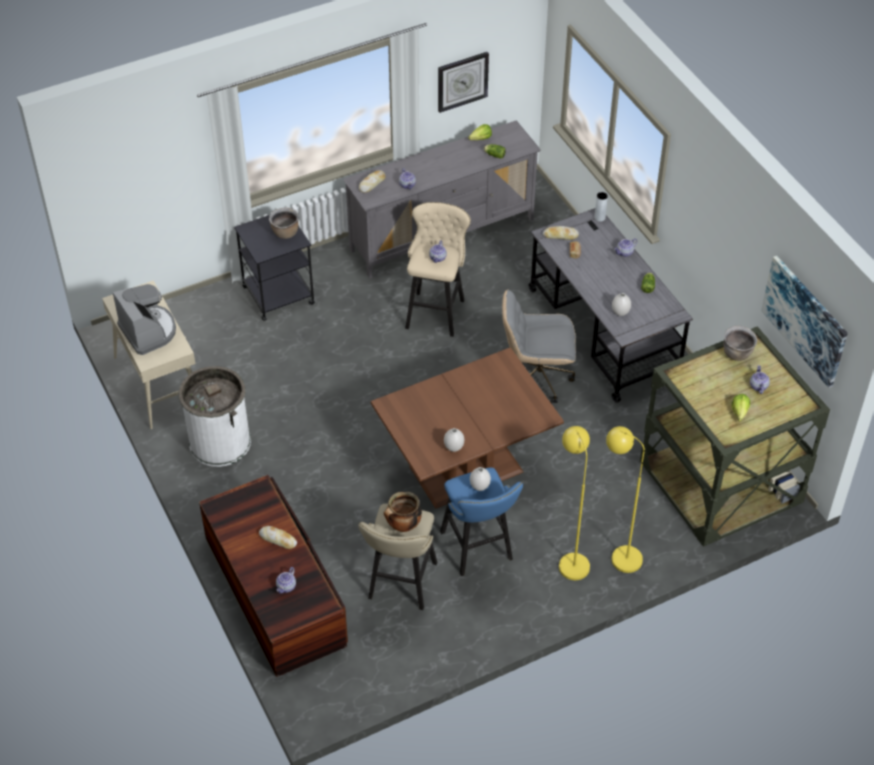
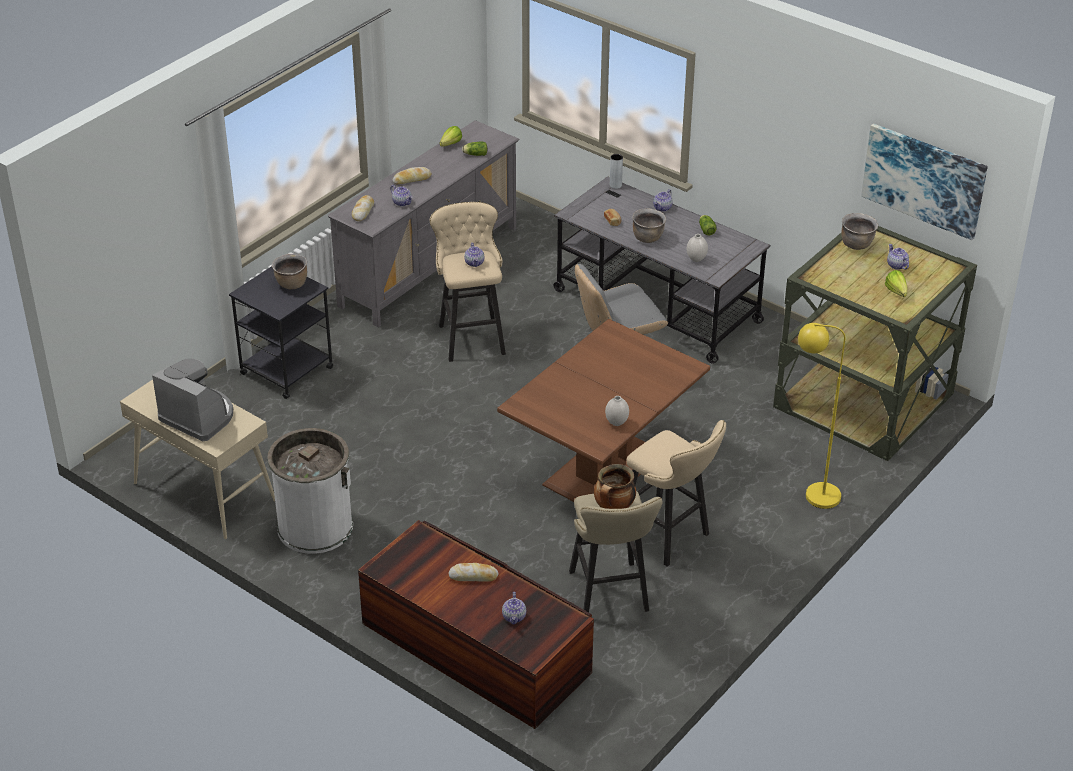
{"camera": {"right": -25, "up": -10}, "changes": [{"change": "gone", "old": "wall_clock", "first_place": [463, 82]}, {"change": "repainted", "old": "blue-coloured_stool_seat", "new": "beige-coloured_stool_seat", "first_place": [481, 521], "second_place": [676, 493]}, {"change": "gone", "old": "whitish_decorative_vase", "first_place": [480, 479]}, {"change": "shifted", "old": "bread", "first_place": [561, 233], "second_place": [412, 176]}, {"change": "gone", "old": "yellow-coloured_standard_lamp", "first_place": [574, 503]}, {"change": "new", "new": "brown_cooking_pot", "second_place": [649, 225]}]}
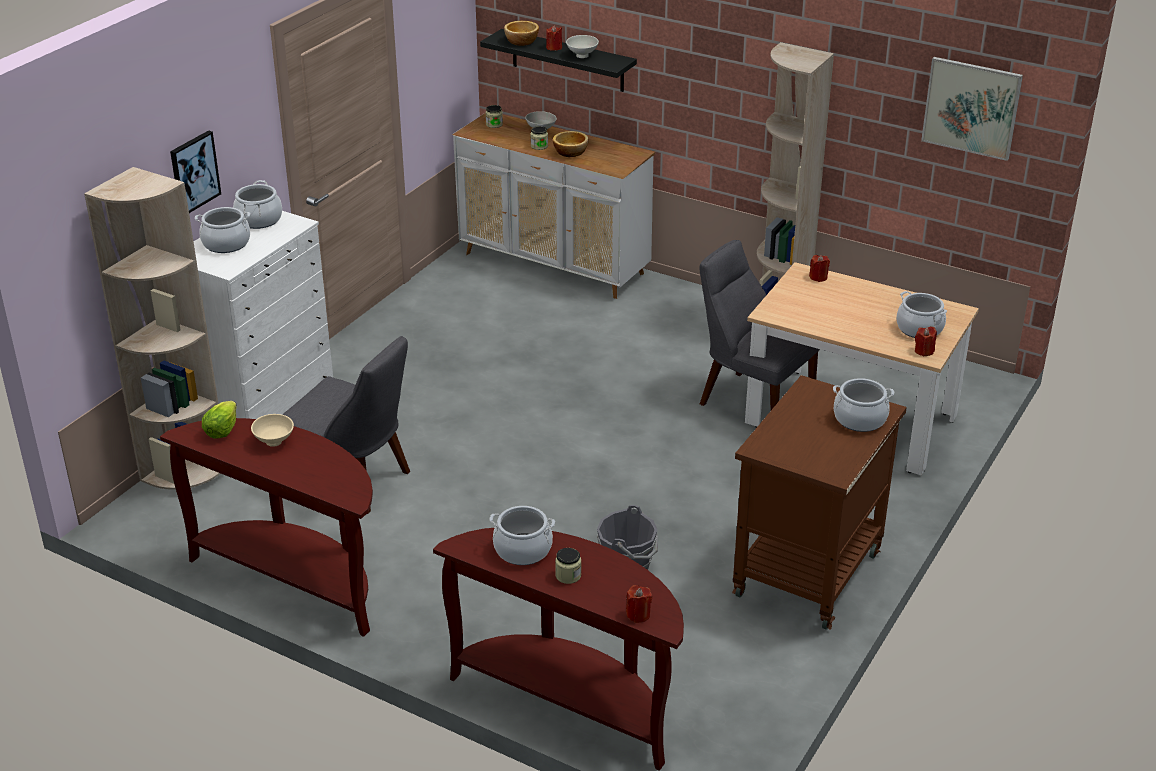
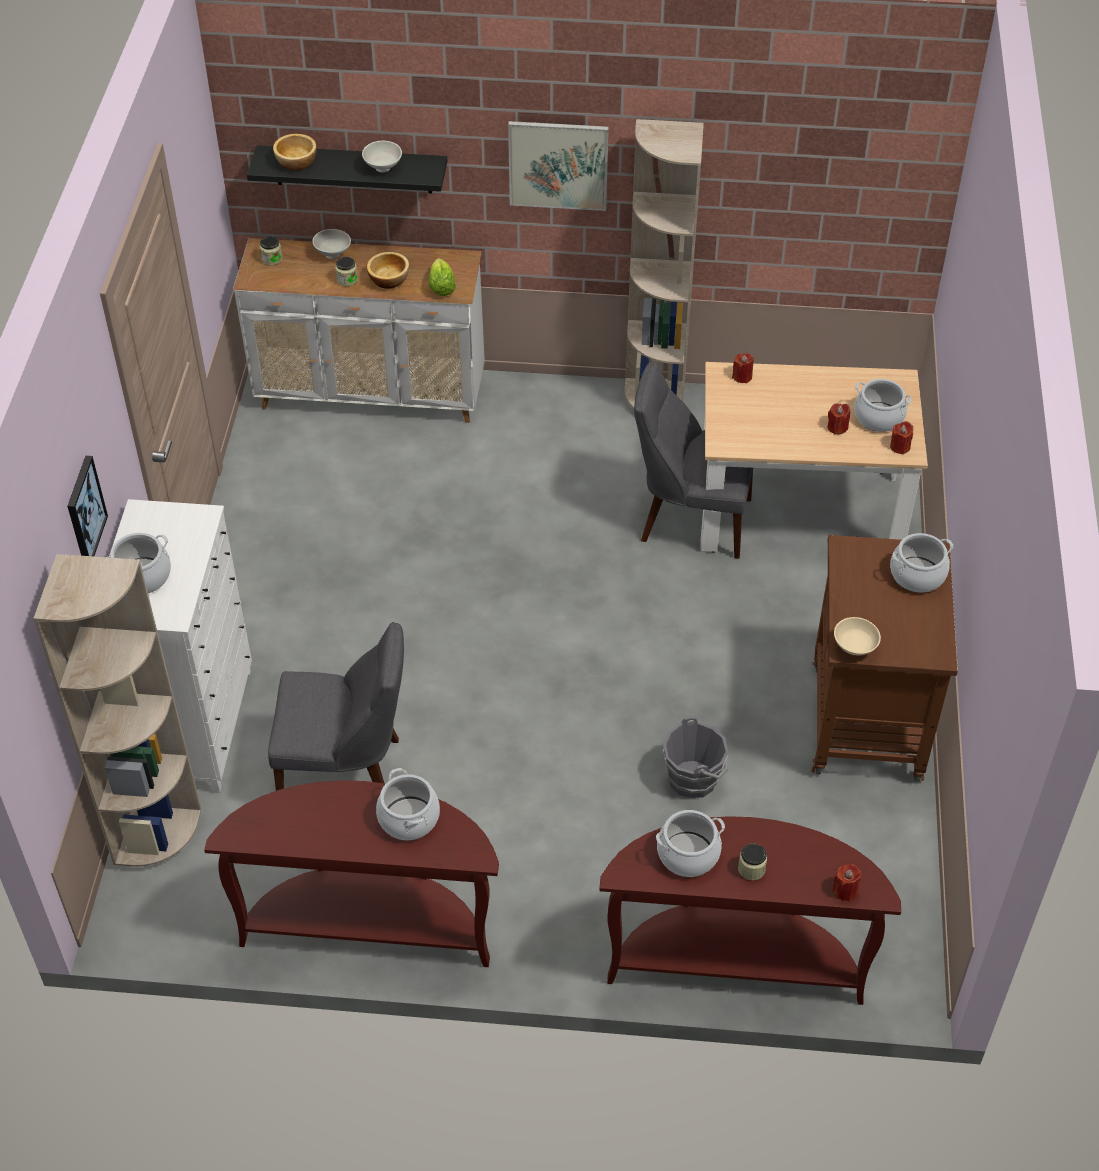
{"camera": {"right": -25, "up": 15}, "changes": [{"change": "shifted", "old": "lettuce", "first_place": [219, 420], "second_place": [442, 277]}, {"change": "shifted", "old": "cooking_pot", "first_place": [257, 204], "second_place": [408, 804]}, {"change": "shifted", "old": "beige-coloured_bowl", "first_place": [272, 430], "second_place": [857, 636]}, {"change": "shifted", "old": "red_candle", "first_place": [554, 38], "second_place": [838, 419]}, {"change": "shifted", "old": "wall_picture", "first_place": [972, 109], "second_place": [558, 166]}]}
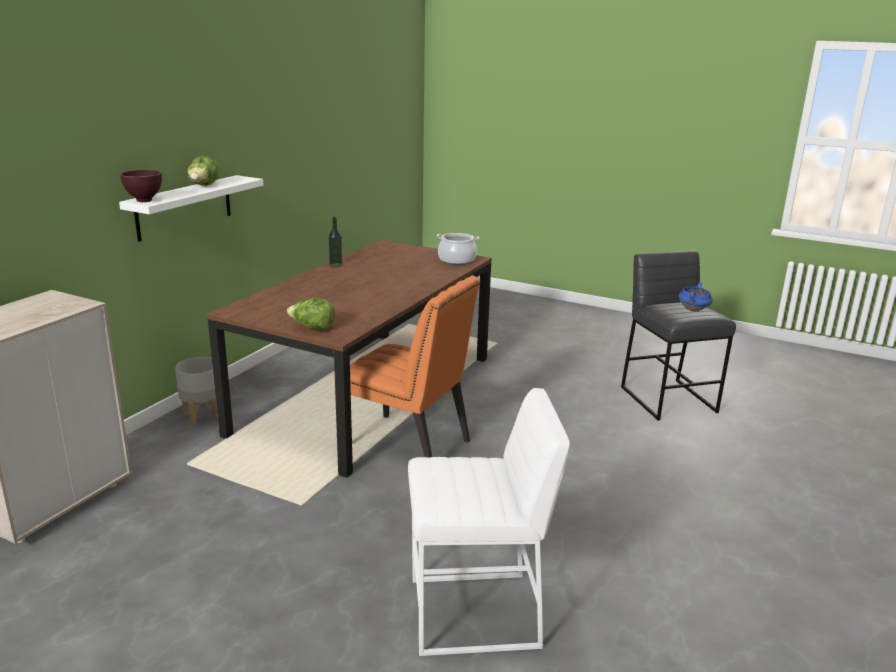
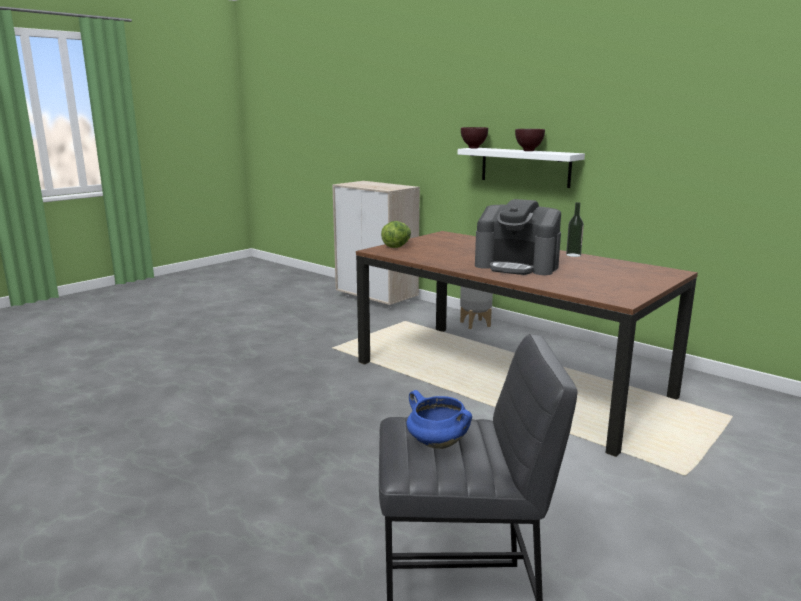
{"camera": {"right": 105, "up": -5}, "changes": [{"change": "swapped", "old": "lettuce", "new": "brown_bowl", "first_place": [203, 170], "second_place": [530, 140]}, {"change": "gone", "old": "orangey_plain_chair", "first_place": [415, 366]}, {"change": "gone", "old": "whitish_stool_seat", "first_place": [489, 522]}, {"change": "gone", "old": "cooking_pot", "first_place": [457, 249]}, {"change": "new", "new": "coffee_maker", "second_place": [518, 237]}]}
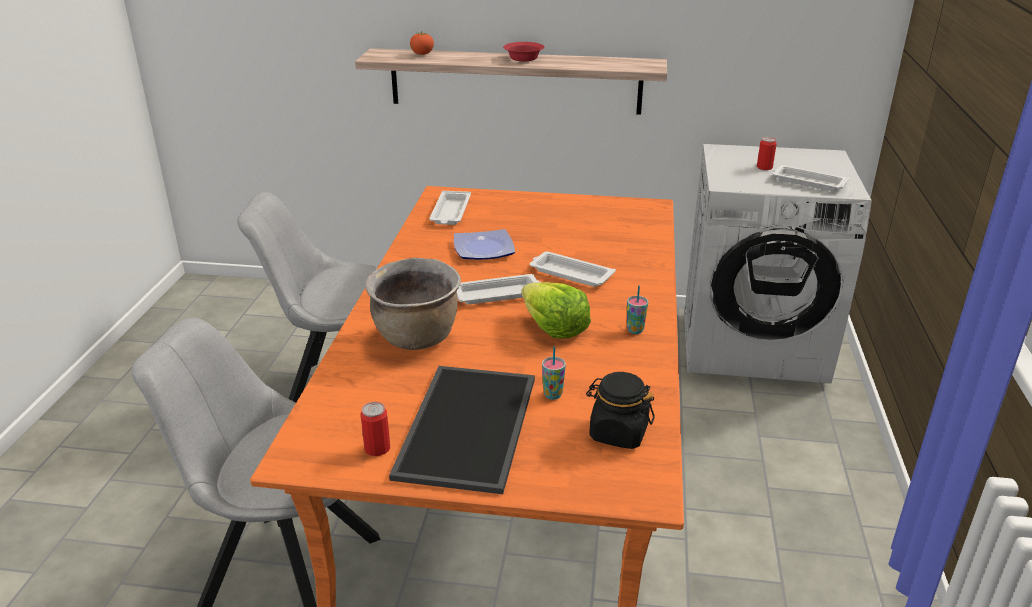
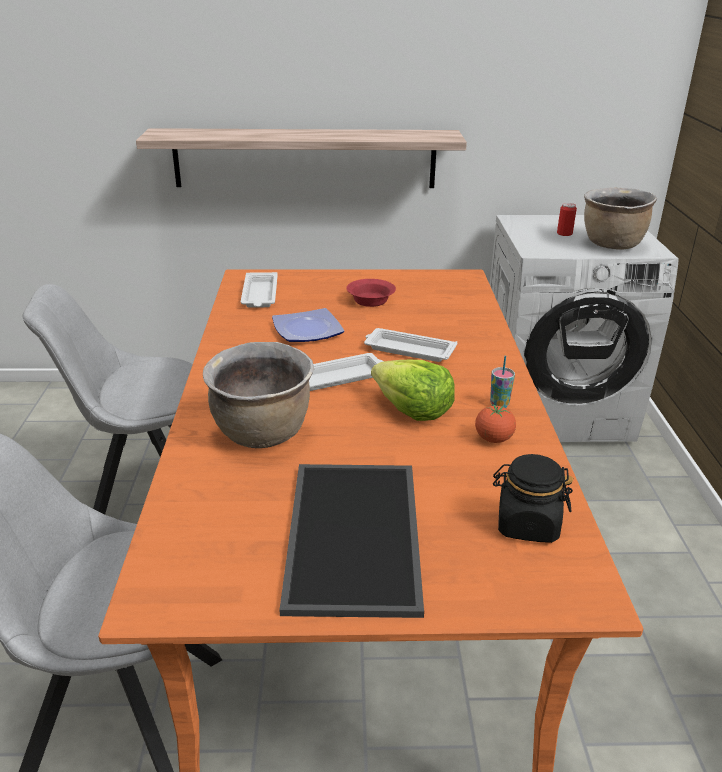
{"camera": {"right": -10, "up": 0}, "changes": [{"change": "gone", "old": "sealed_can", "first_place": [375, 429]}, {"change": "shifted", "old": "fresh_tomato", "first_place": [422, 43], "second_place": [495, 423]}, {"change": "shifted", "old": "red_bowl", "first_place": [523, 51], "second_place": [371, 293]}, {"change": "gone", "old": "drinking_cup", "first_place": [554, 373]}, {"change": "swapped", "old": "whitish_tray", "new": "brown_cooking_pot", "first_place": [811, 178], "second_place": [620, 218]}]}
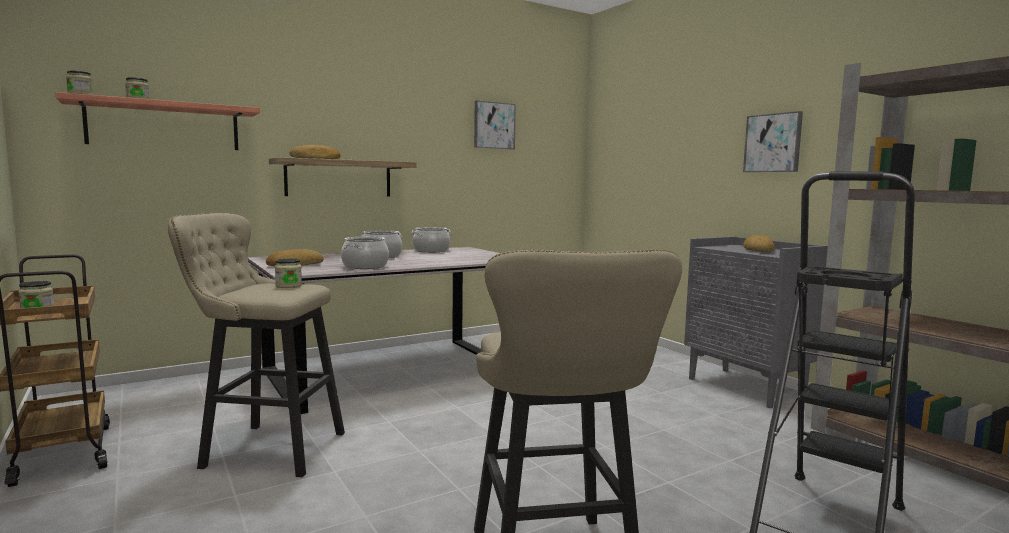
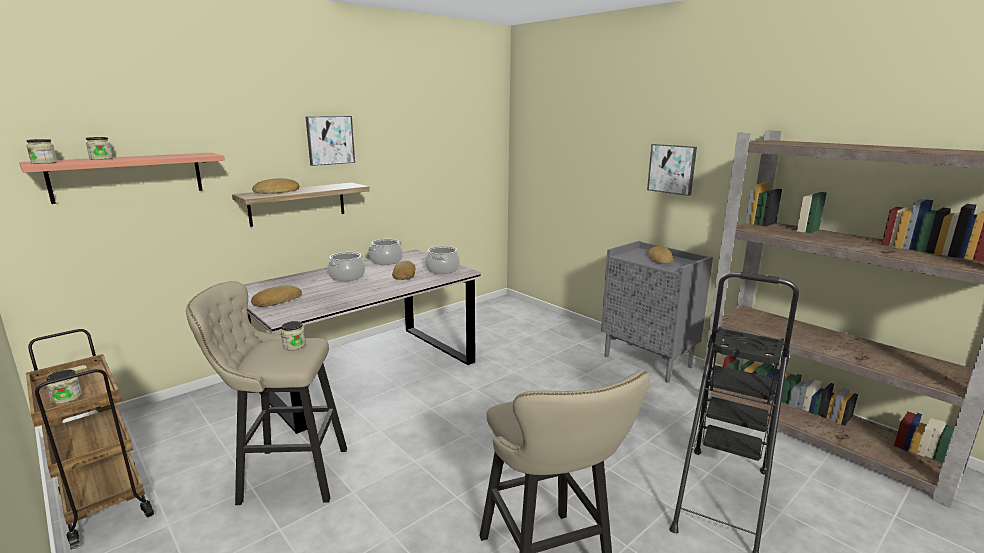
{"camera": {"right": -10, "up": 10}, "changes": [{"change": "shifted", "old": "cooking_pot", "first_place": [365, 253], "second_place": [442, 260]}, {"change": "shifted", "old": "wall_picture", "first_place": [495, 125], "second_place": [330, 141]}, {"change": "new", "new": "bread", "second_place": [403, 270]}]}
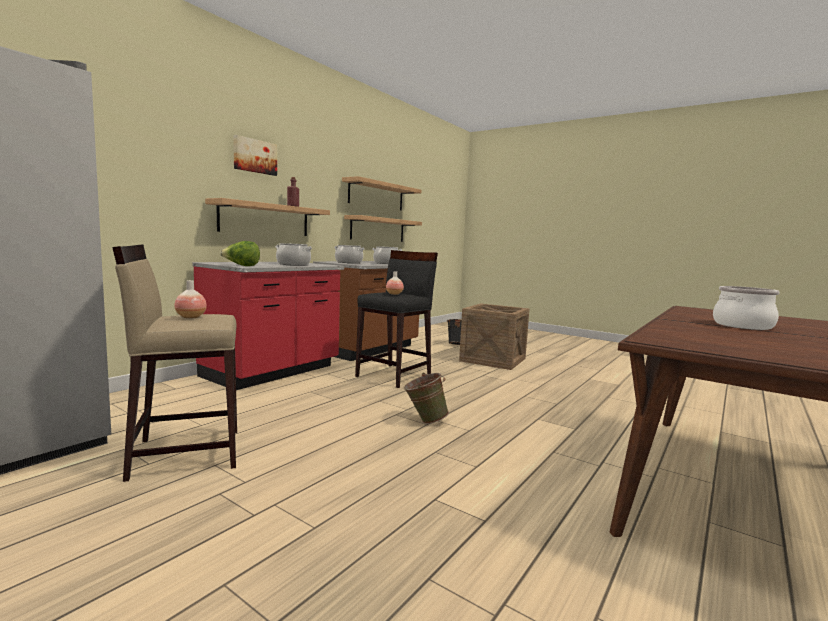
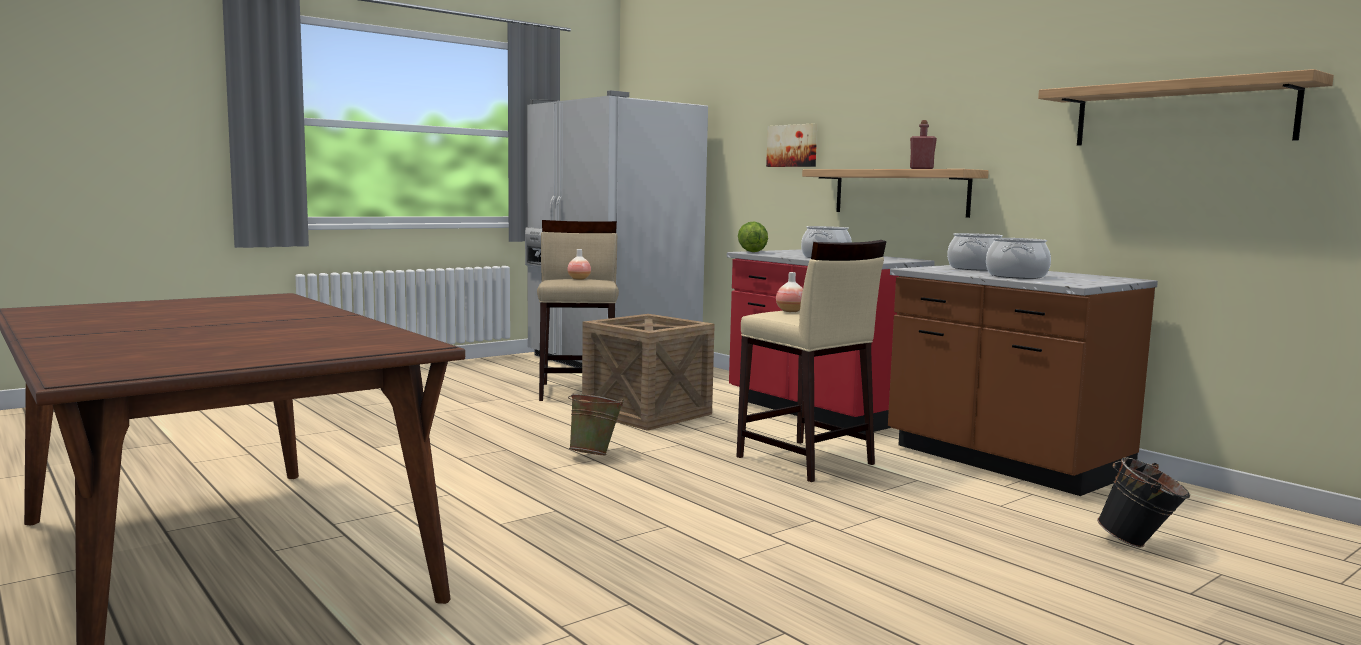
{"camera": {"right": 105, "up": 0}, "changes": [{"change": "shifted", "old": "wall_picture", "first_place": [255, 155], "second_place": [791, 145]}, {"change": "gone", "old": "shelf", "first_place": [383, 228]}, {"change": "repainted", "old": "black_stool_seat", "new": "beige-coloured_stool_seat", "first_place": [396, 319], "second_place": [811, 361]}, {"change": "shifted", "old": "shipping_crate", "first_place": [494, 336], "second_place": [648, 372]}, {"change": "gone", "old": "cooking_pot", "first_place": [746, 308]}]}
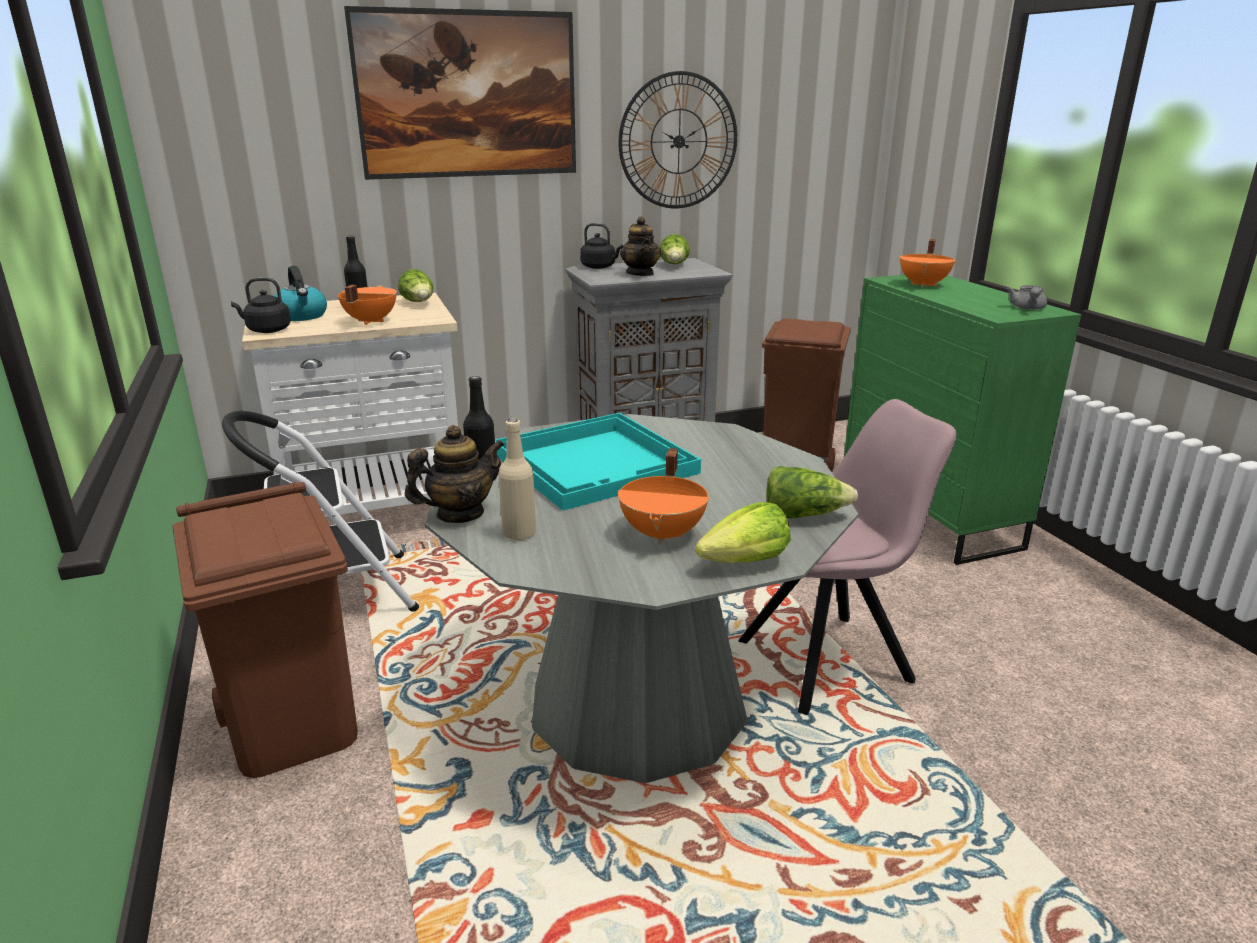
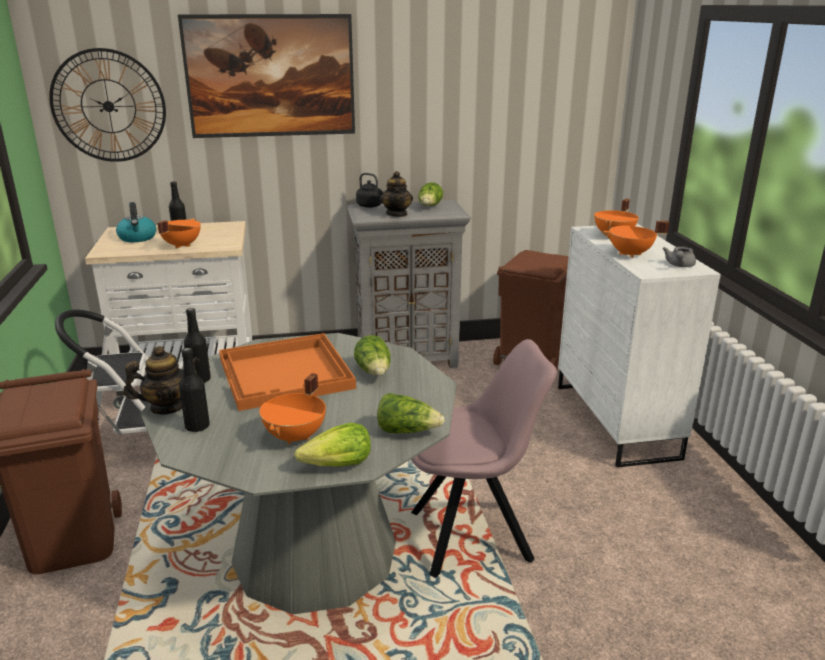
{"camera": {"right": 10, "up": 0}, "changes": [{"change": "gone", "old": "black_water_kettle", "first_place": [261, 305]}, {"change": "shifted", "old": "lettuce", "first_place": [415, 285], "second_place": [372, 355]}, {"change": "repainted", "old": "blue-green_tray", "new": "orangey_tray", "first_place": [598, 462], "second_place": [287, 372]}, {"change": "repainted", "old": "beige-coloured_beverage_bottle", "new": "black_beverage_bottle", "first_place": [517, 479], "second_place": [194, 390]}, {"change": "shifted", "old": "wall_clock", "first_place": [677, 139], "second_place": [107, 105]}, {"change": "repainted", "old": "greenish_drawer_chest", "new": "whitish_drawer_chest", "first_place": [963, 420], "second_place": [639, 345]}, {"change": "new", "new": "orangey_cooking_pot", "second_place": [636, 239]}]}
